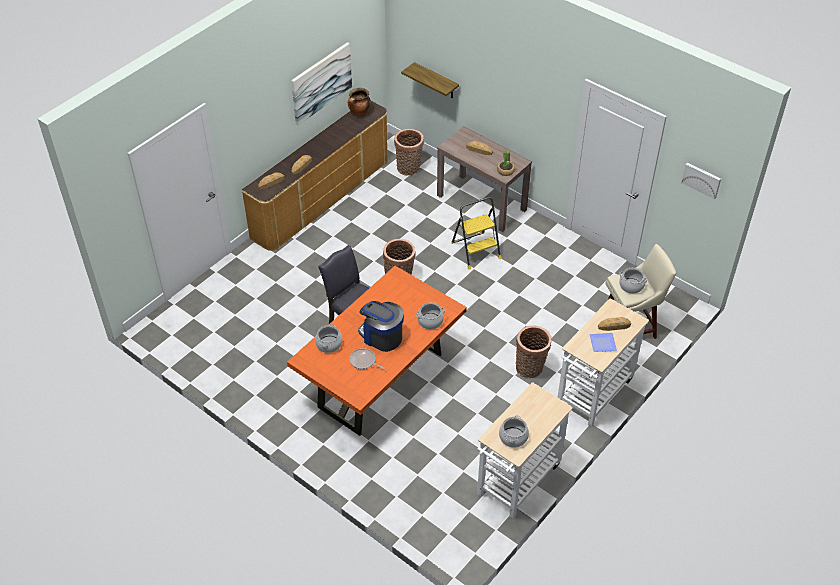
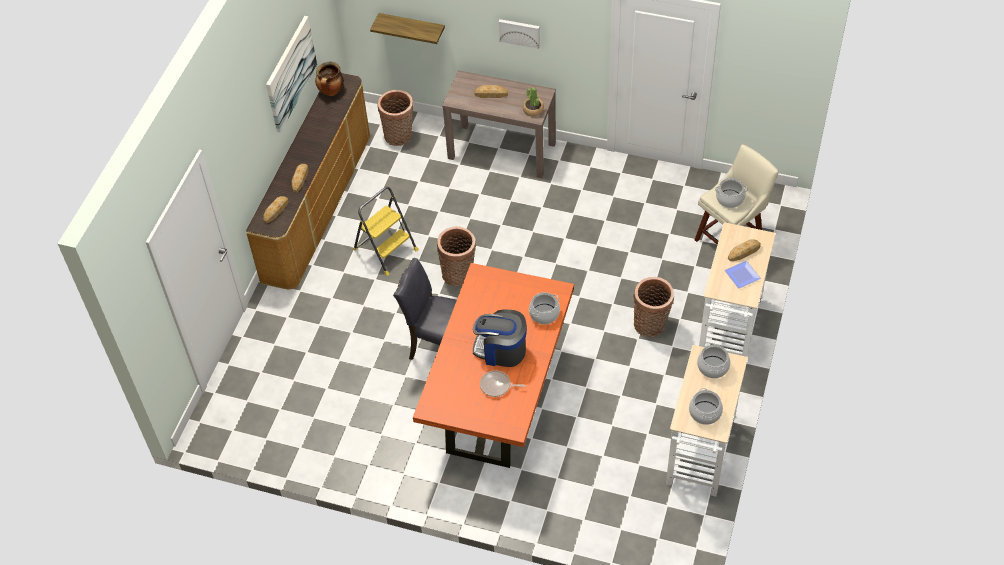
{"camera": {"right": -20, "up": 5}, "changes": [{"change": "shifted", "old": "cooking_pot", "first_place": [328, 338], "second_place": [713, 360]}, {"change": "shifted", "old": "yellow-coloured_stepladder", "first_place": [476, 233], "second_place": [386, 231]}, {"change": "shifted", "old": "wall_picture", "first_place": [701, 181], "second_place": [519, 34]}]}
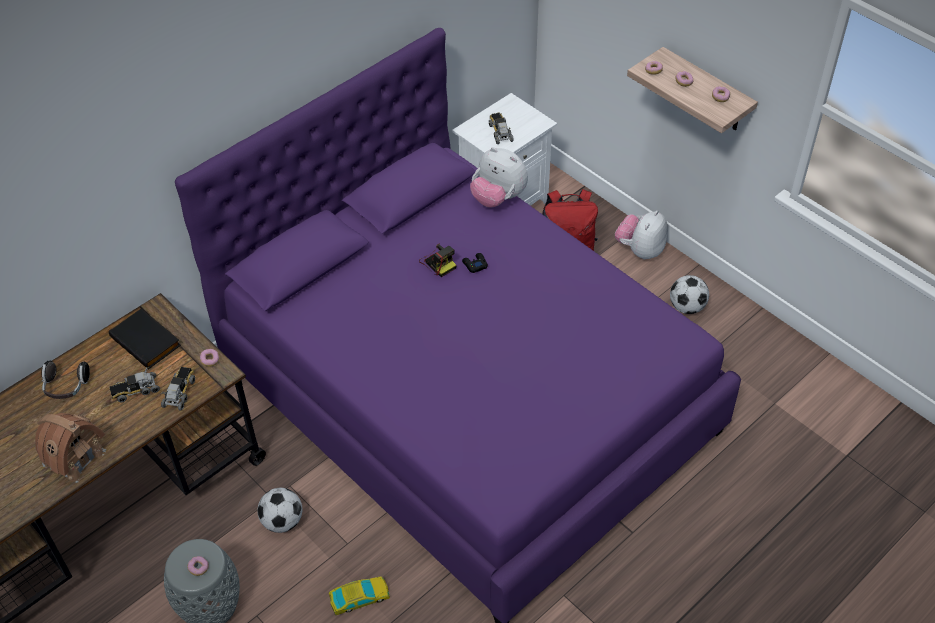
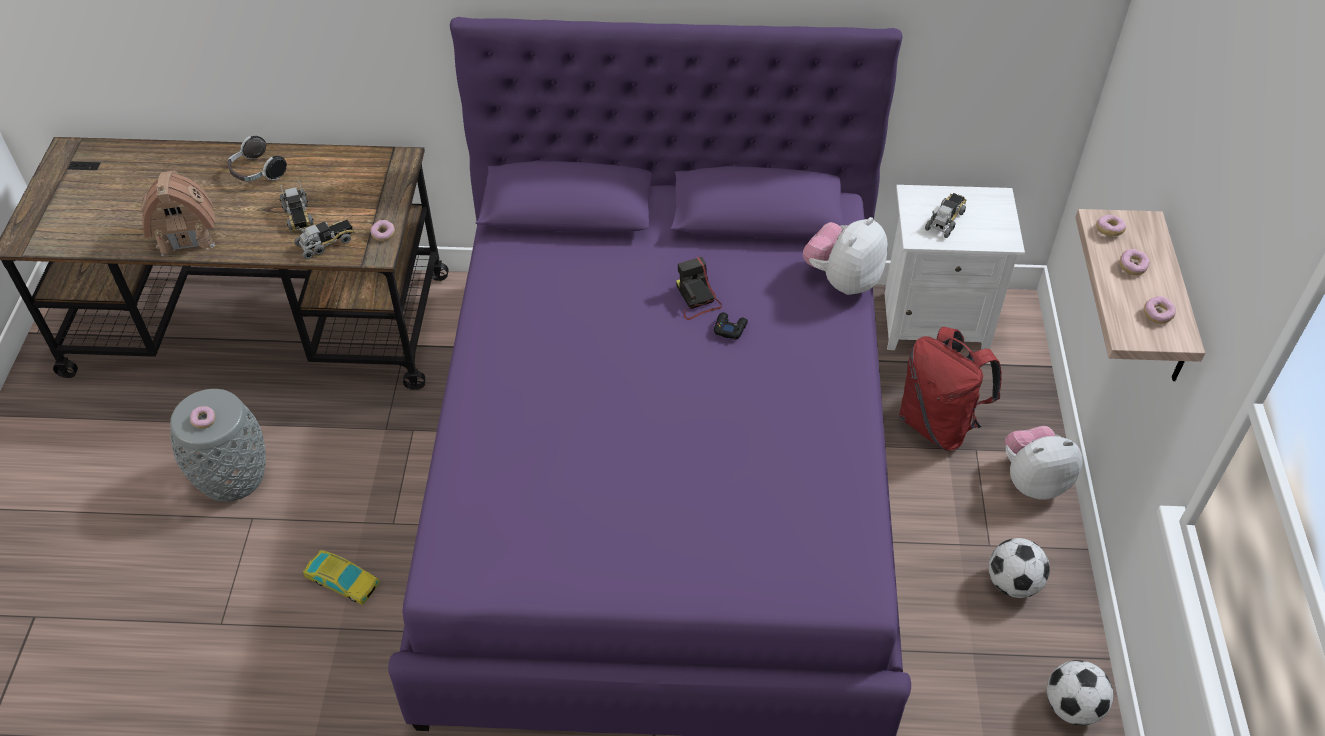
{"camera": {"right": 45, "up": 0}, "changes": [{"change": "gone", "old": "black_bound_book", "first_place": [145, 338]}, {"change": "rotated", "old": "toy_lorry", "first_place": [134, 385], "second_place": [296, 205], "degrees": -135}, {"change": "shifted", "old": "ball_for_football", "first_place": [279, 510], "second_place": [1080, 693]}, {"change": "rotated", "old": "still_camera", "first_place": [437, 260], "second_place": [699, 288], "degrees": 150}, {"change": "rotated", "old": "cuddly_toy", "first_place": [499, 177], "second_place": [845, 256], "degrees": 45}]}
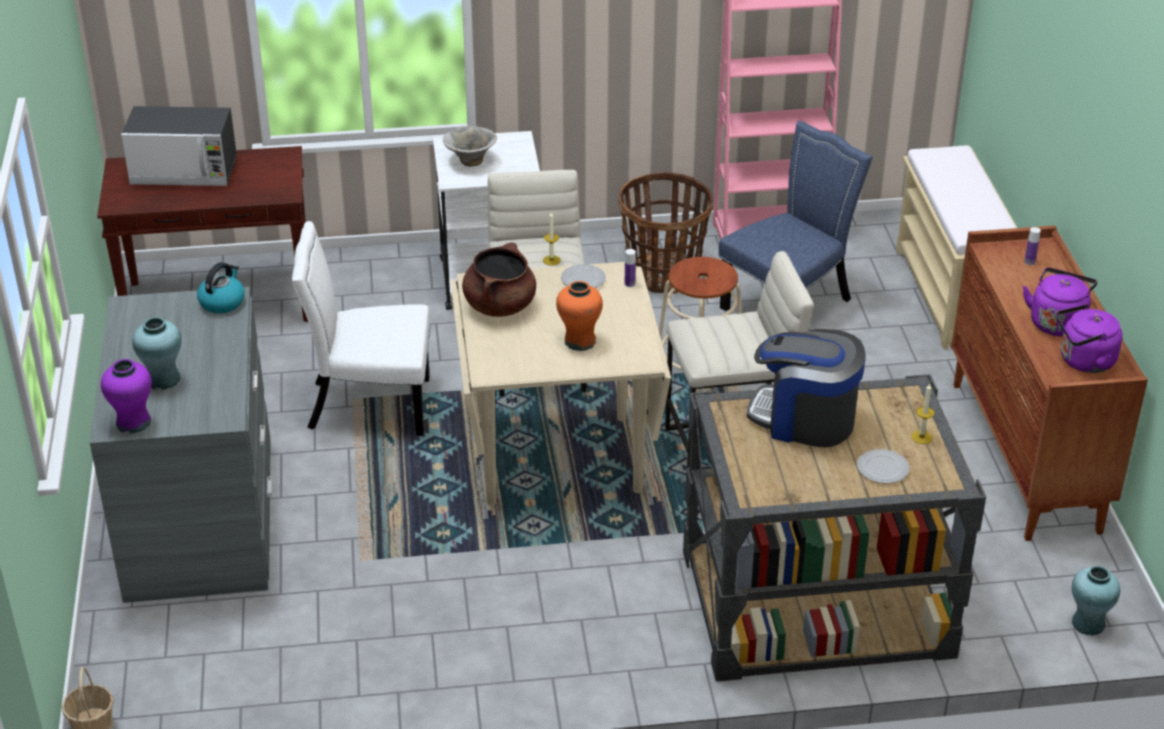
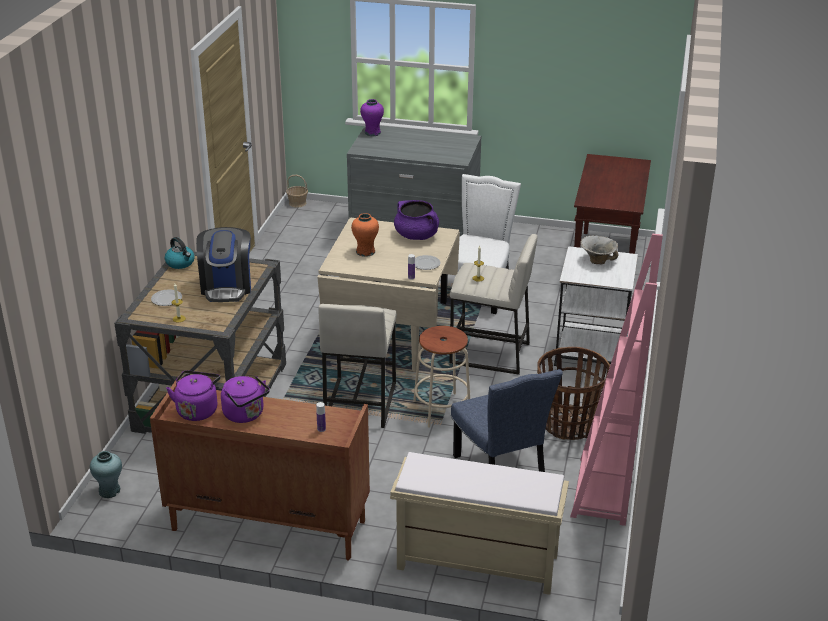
{"camera": {"right": 110, "up": -5}, "changes": [{"change": "gone", "old": "microwave_oven", "first_place": [179, 146]}, {"change": "gone", "old": "blue-green_decorative_vase", "first_place": [157, 353]}, {"change": "shifted", "old": "water_kettle", "first_place": [221, 287], "second_place": [180, 253]}, {"change": "repainted", "old": "brown_cooking_pot", "new": "purplish_cooking_pot", "first_place": [499, 279], "second_place": [416, 220]}, {"change": "rotated", "old": "coffee_maker", "first_place": [806, 388], "second_place": [223, 264], "degrees": 135}]}
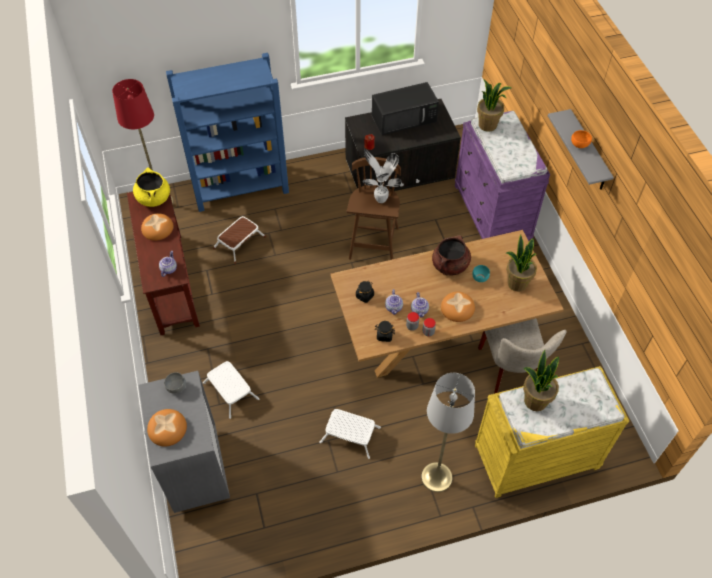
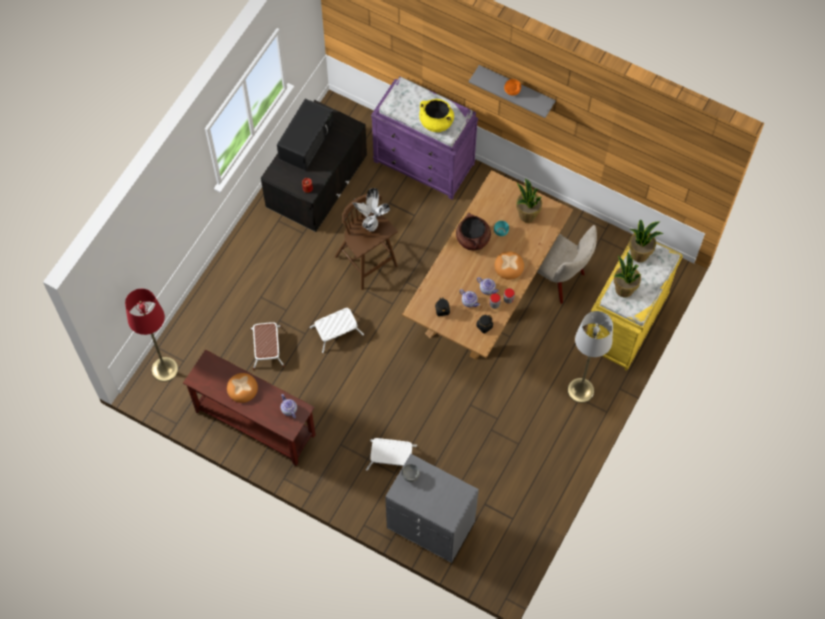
{"camera": {"right": -45, "up": 10}, "changes": [{"change": "shifted", "old": "yellow-coloured_cooking_pot", "first_place": [151, 187], "second_place": [436, 115]}, {"change": "gone", "old": "bread", "first_place": [167, 428]}, {"change": "gone", "old": "blue-coloured_bookcase", "first_place": [227, 132]}, {"change": "shifted", "old": "whitish_stepladder", "first_place": [350, 434], "second_place": [337, 330]}, {"change": "shifted", "old": "plant_in_a_pot", "first_place": [494, 105], "second_place": [646, 241]}]}
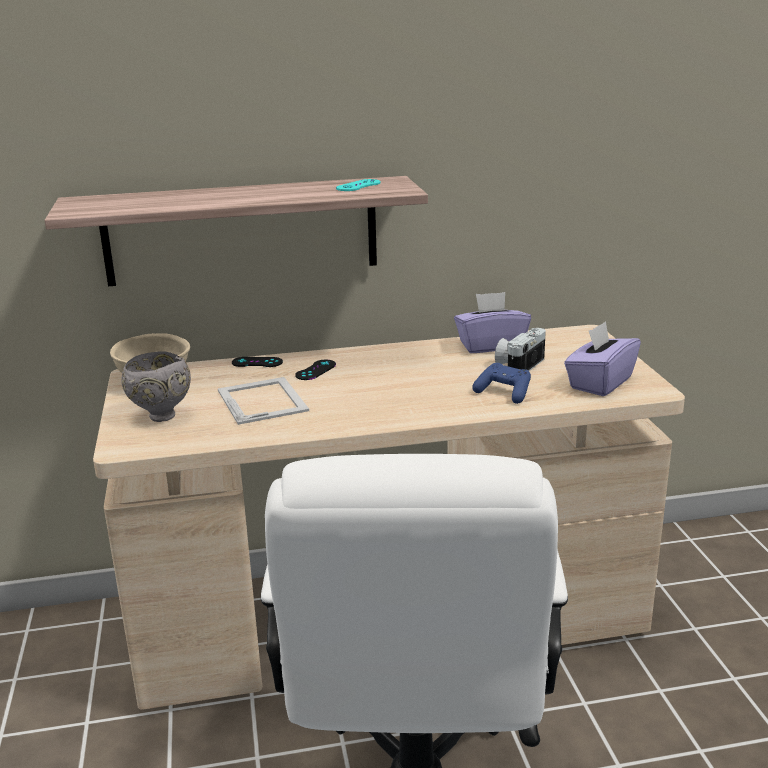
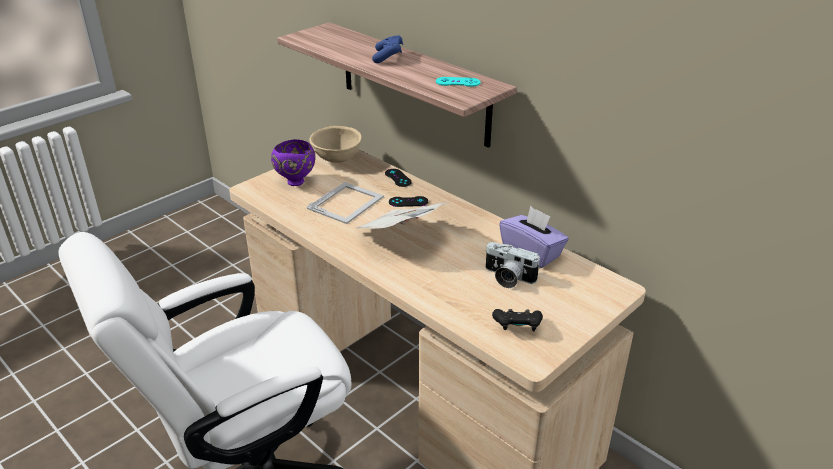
{"camera": {"right": 55, "up": 10}, "changes": [{"change": "repainted", "old": "gray_bowl", "new": "purplish_bowl", "first_place": [156, 386], "second_place": [293, 162]}, {"change": "shifted", "old": "blue-coloured_gamepad", "first_place": [501, 383], "second_place": [387, 49]}, {"change": "rotated", "old": "still_camera", "first_place": [520, 349], "second_place": [512, 265], "degrees": -150}, {"change": "swapped", "old": "purplish_tissue_box", "new": "black_gamepad", "first_place": [602, 358], "second_place": [517, 320]}, {"change": "new", "new": "daily_paper", "second_place": [402, 215]}]}
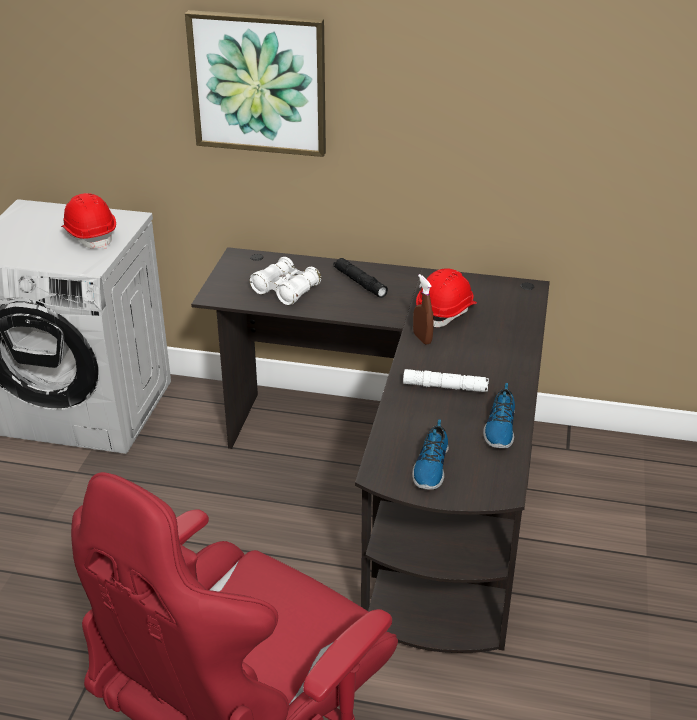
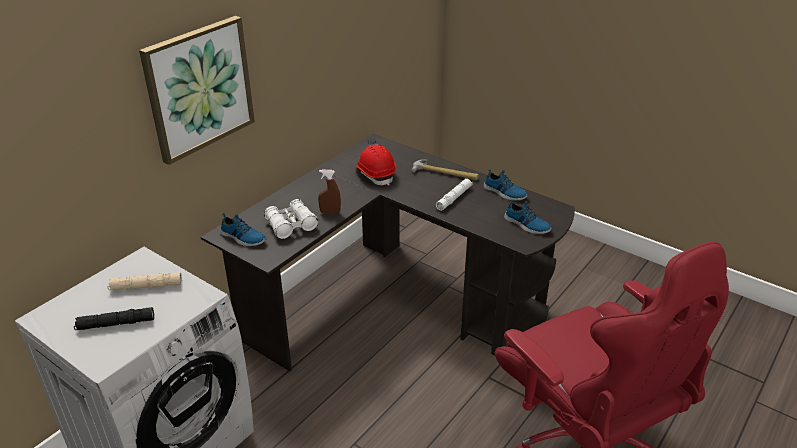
{"camera": {"right": -65, "up": 0}, "changes": [{"change": "swapped", "old": "red_safety_helmet", "new": "beige-coloured_torch", "first_place": [88, 221], "second_place": [144, 281]}, {"change": "shifted", "old": "black_torch", "first_place": [360, 278], "second_place": [114, 318]}, {"change": "shifted", "old": "brown_spray_bottle", "first_place": [423, 309], "second_place": [329, 192]}, {"change": "new", "new": "shoe", "second_place": [244, 229]}, {"change": "new", "new": "hammer", "second_place": [445, 169]}]}
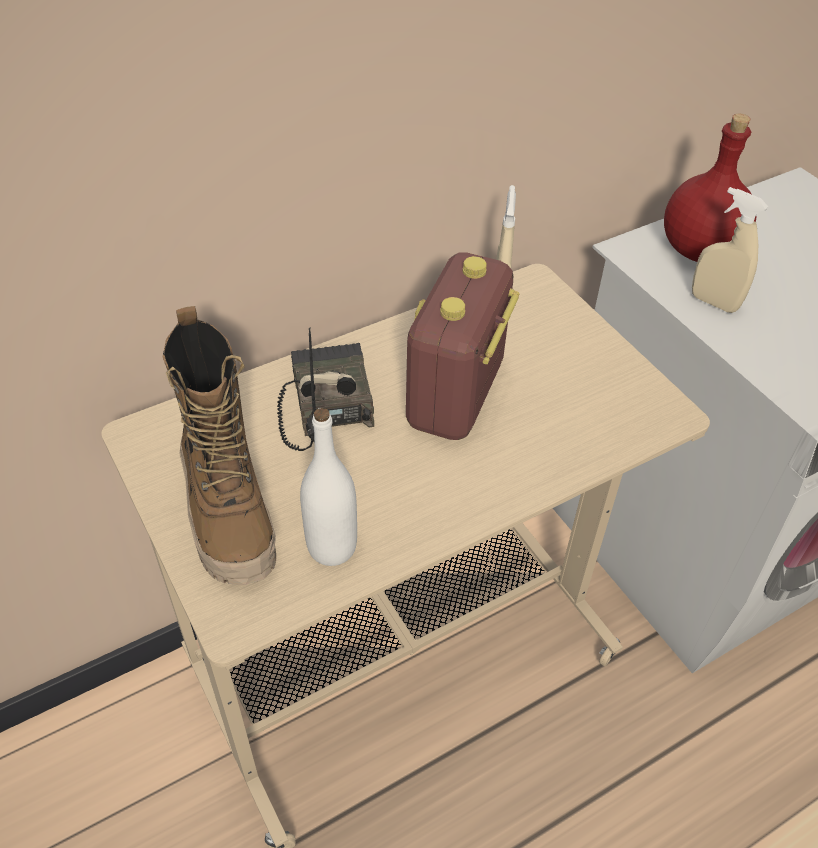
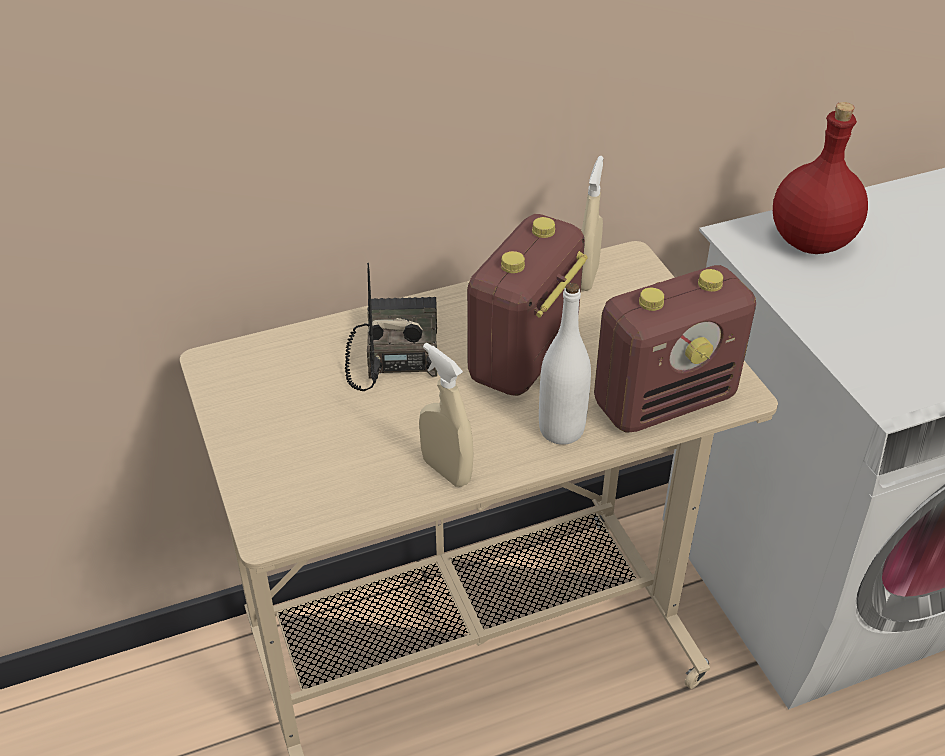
{"camera": {"right": 10, "up": -5}, "changes": [{"change": "gone", "old": "boot", "first_place": [219, 445]}, {"change": "shifted", "old": "whitish_beverage_bottle", "first_place": [328, 487], "second_place": [565, 364]}, {"change": "shifted", "old": "beige-coloured_spray_bottle", "first_place": [730, 250], "second_place": [446, 415]}, {"change": "new", "new": "radio_receiver", "second_place": [675, 349]}]}
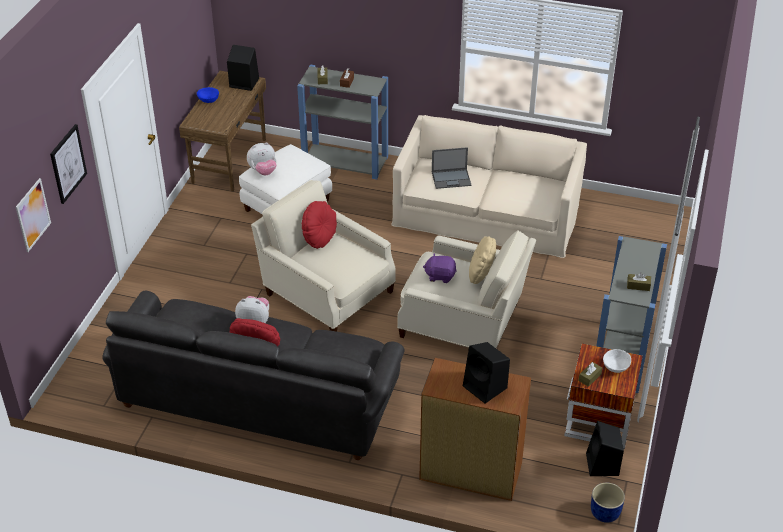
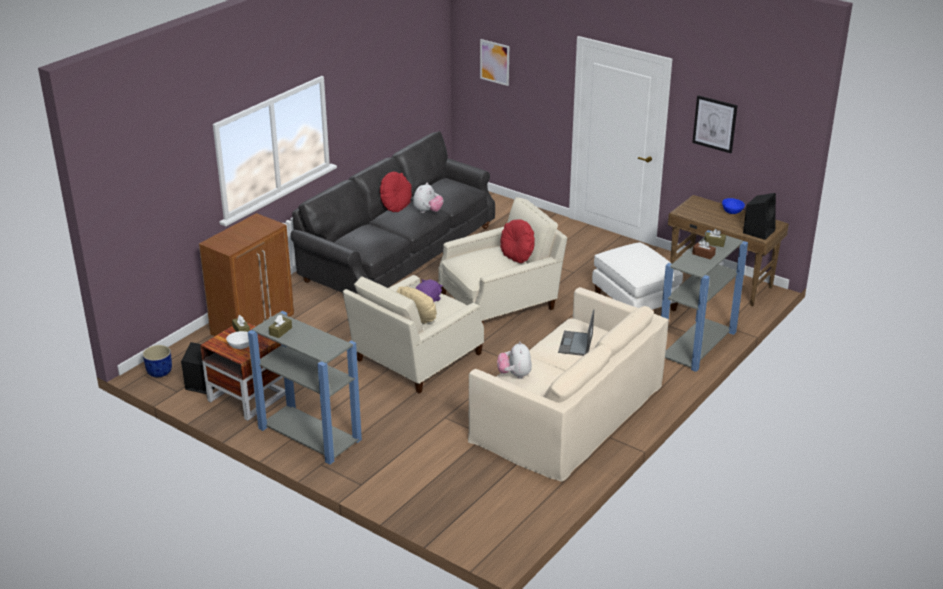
{"camera": {"right": 110, "up": -10}, "changes": [{"change": "shifted", "old": "wall_picture", "first_place": [68, 164], "second_place": [715, 124]}, {"change": "shifted", "old": "cuddly_toy", "first_place": [261, 158], "second_place": [514, 360]}, {"change": "gone", "old": "black_audio_speaker", "first_place": [486, 373]}]}
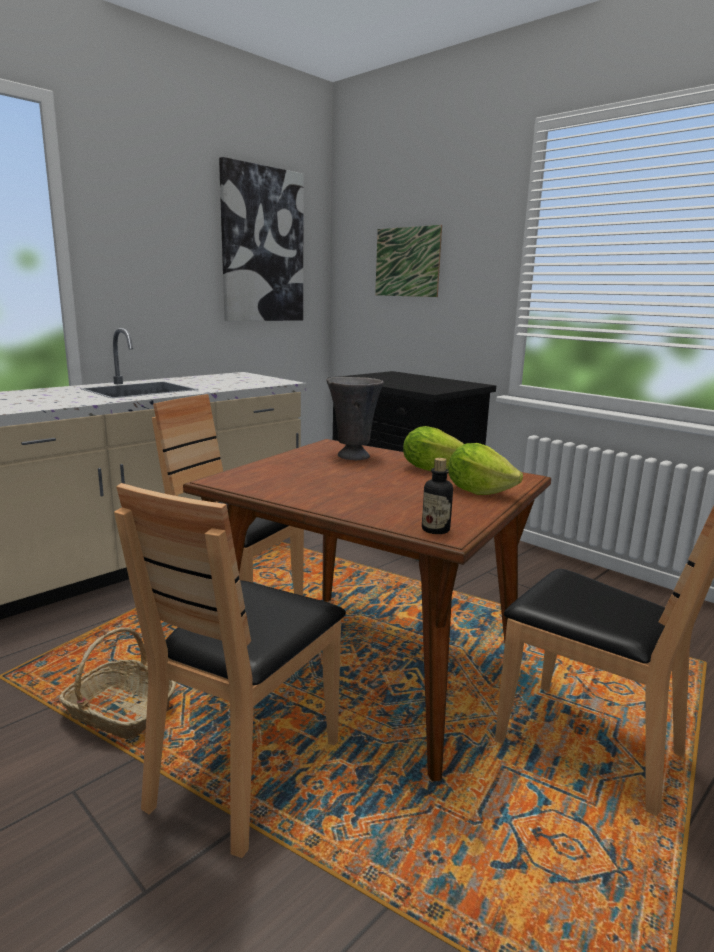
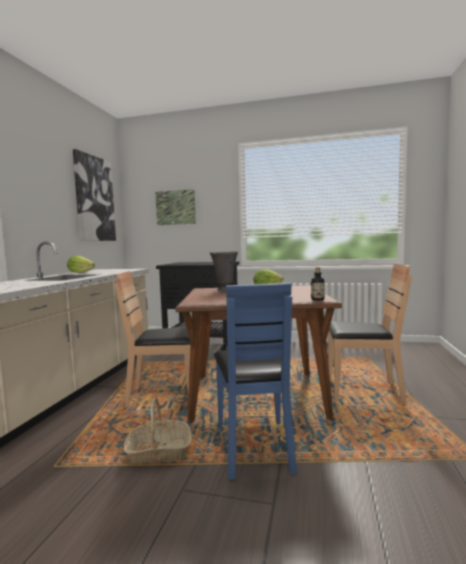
{"camera": {"right": -30, "up": -10}, "changes": [{"change": "repainted", "old": "brown_plain_chair", "new": "blue-coloured_plain_chair", "first_place": [230, 670], "second_place": [255, 381]}, {"change": "shifted", "old": "lettuce", "first_place": [485, 469], "second_place": [81, 264]}]}
